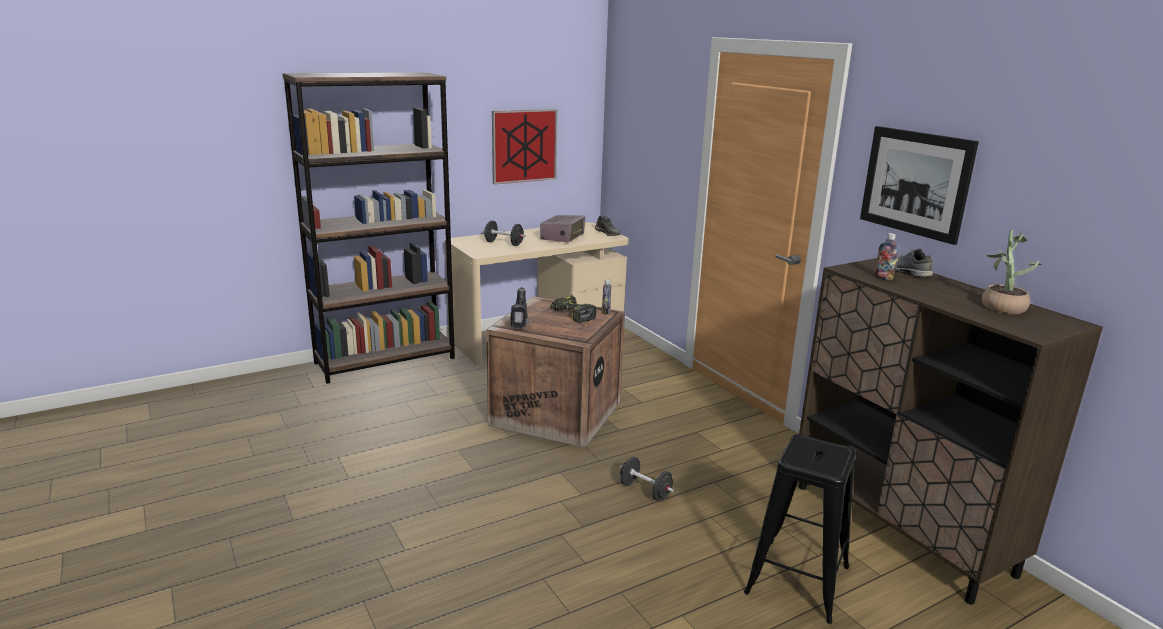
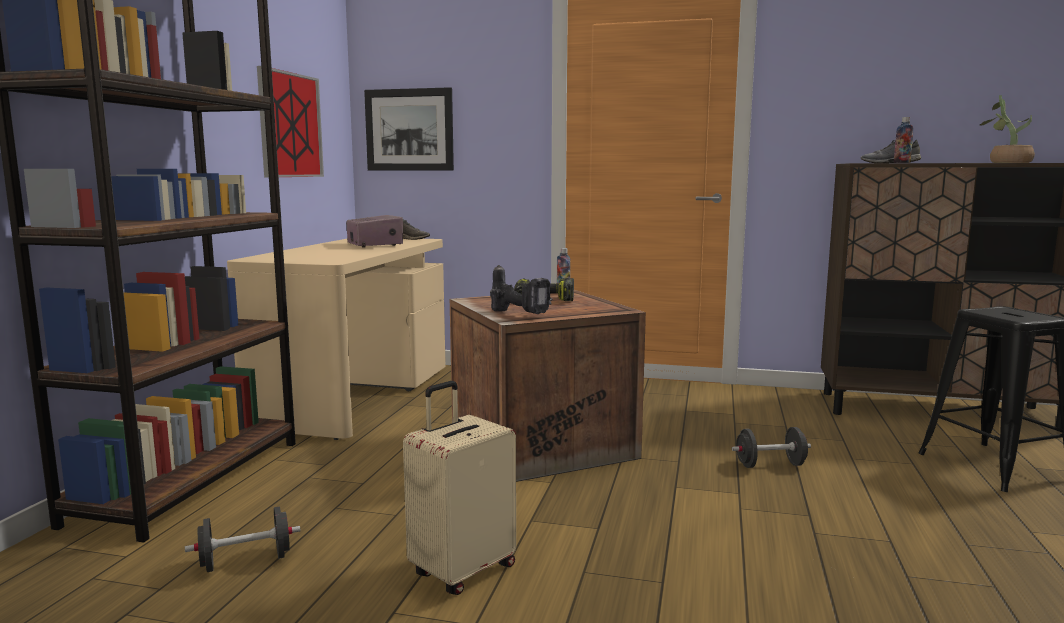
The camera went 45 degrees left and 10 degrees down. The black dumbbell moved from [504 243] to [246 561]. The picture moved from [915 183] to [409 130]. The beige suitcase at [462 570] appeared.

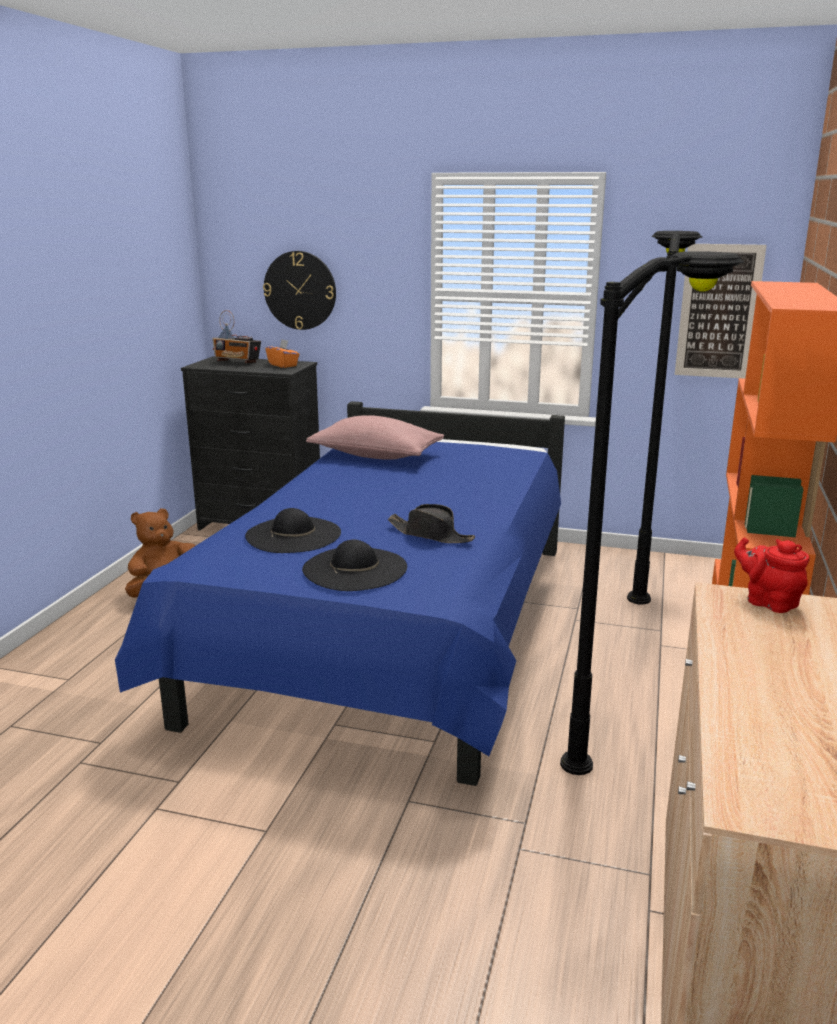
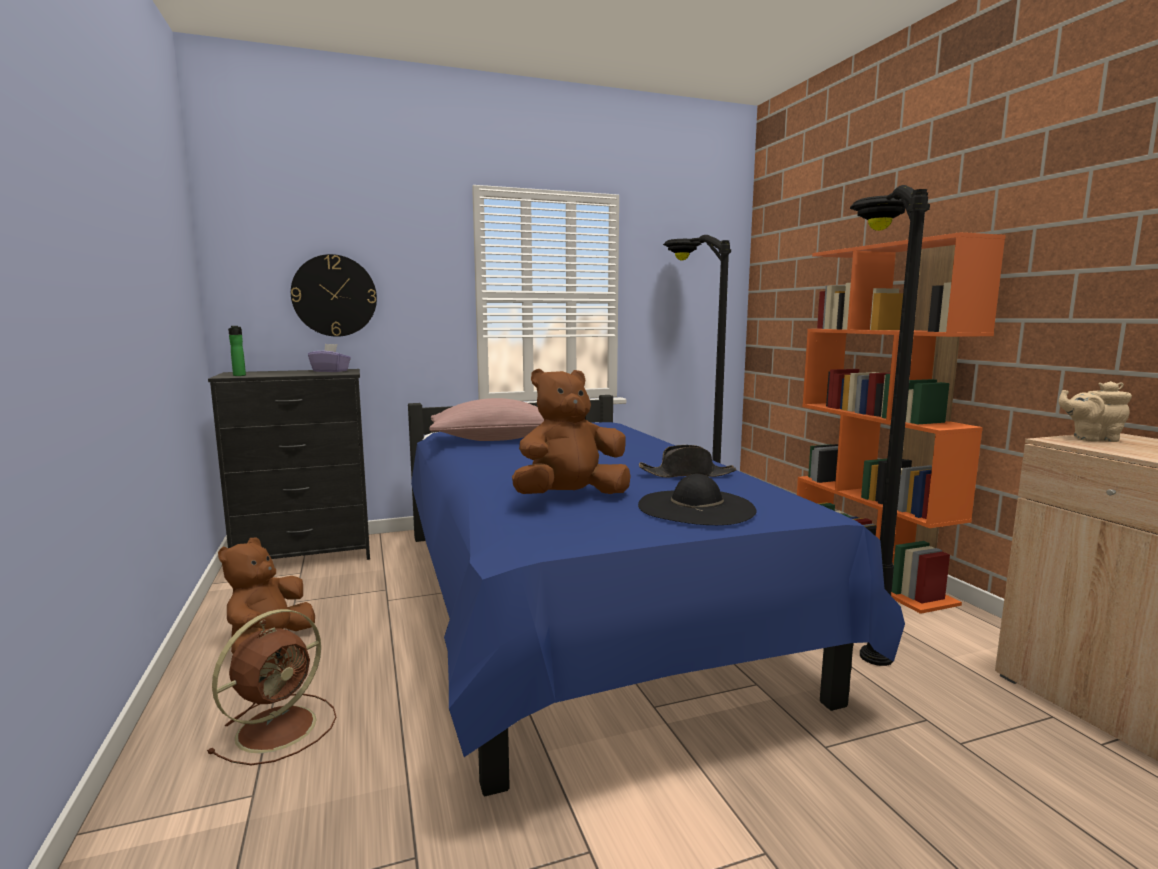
The camera went 35 degrees left and 10 degrees down. The brown fan at [279 727] appeared. The bottle at [239 375] appeared. The orange tissue box at [283 365] became the purple tissue box at [330 371]. The black hat at [293 535] was replaced by the brown plush toy at [570 497]. The red teapot at [768 602] became the beige teapot at [1091 439]. The radio at [237 362] disappeared. The picture at [718 311] disappeared.

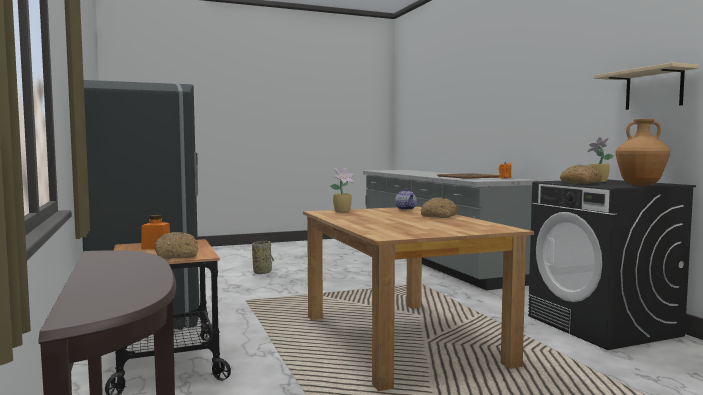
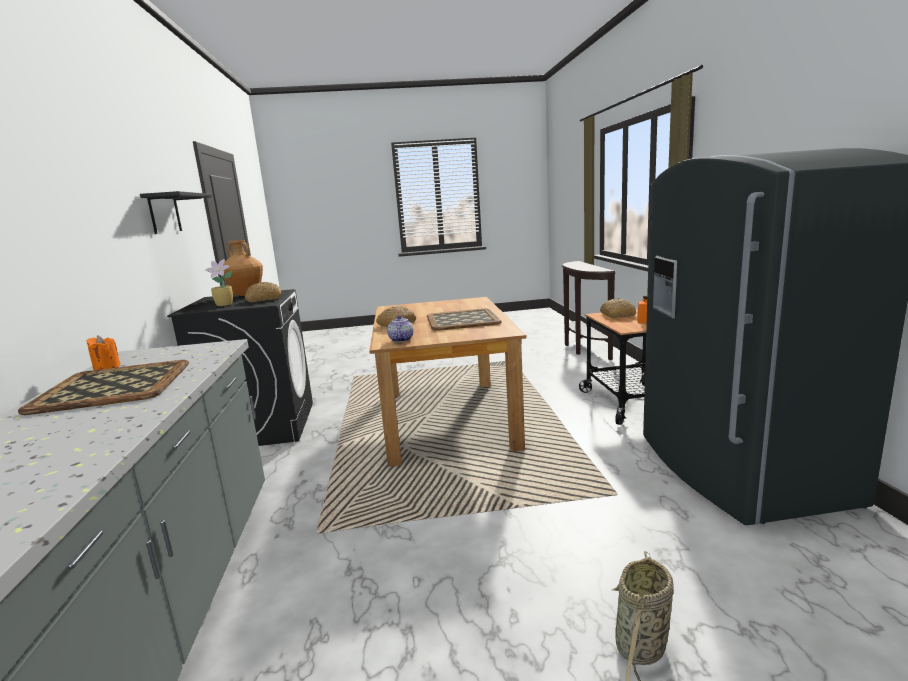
The camera went 165 degrees left and 10 degrees up. The beige shelf at [654 89] became the black shelf at [164 213]. The tray at [463 320] appeared. The potted plant at [343 211] disappeared.

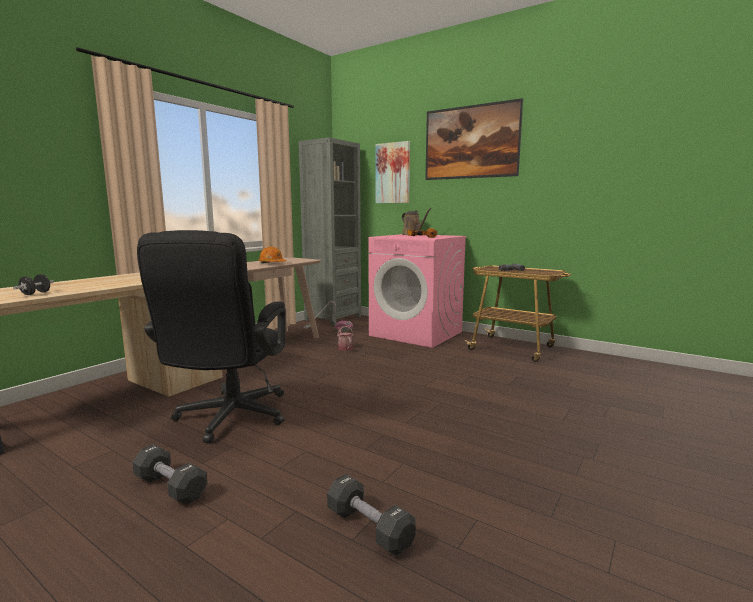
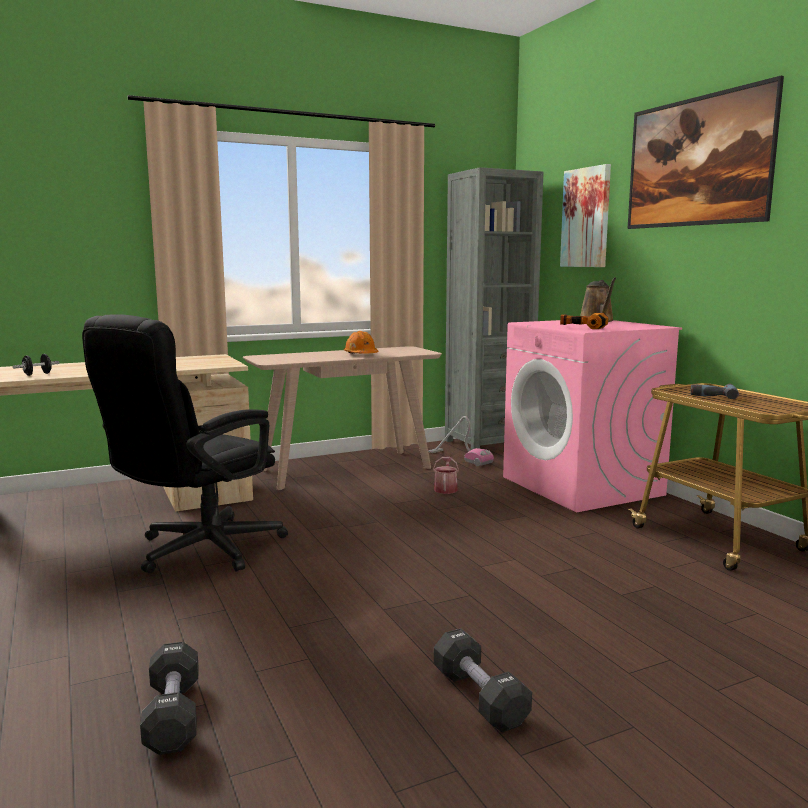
The camera went 30 degrees right and 0 degrees up. The black dumbbell moved from [170 487] to [479 697].

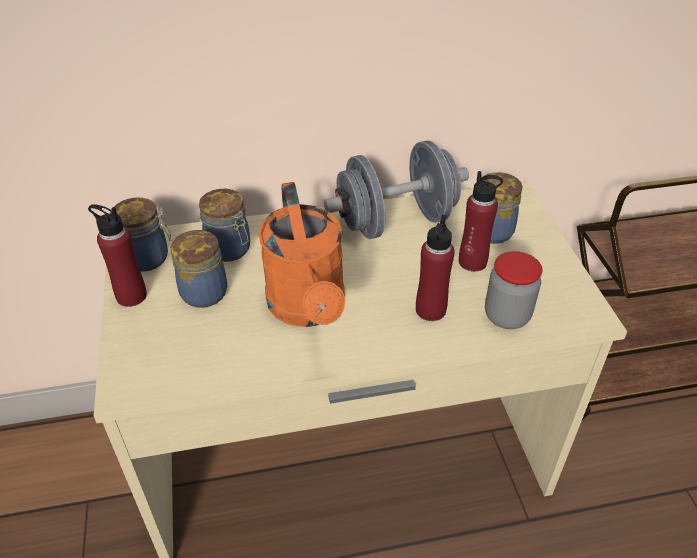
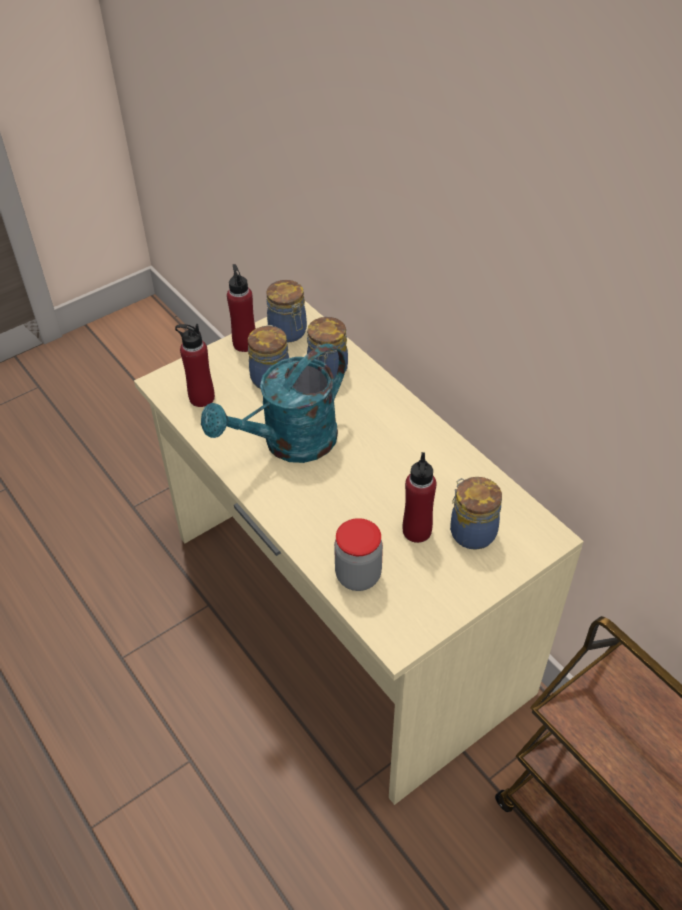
The camera went 65 degrees right and 5 degrees up. The red bottle moved from [430 310] to [201 398]. The orange watering can at [309 309] became the turquoise watering can at [289 444]. The grey dumbbell at [396 222] disappeared.

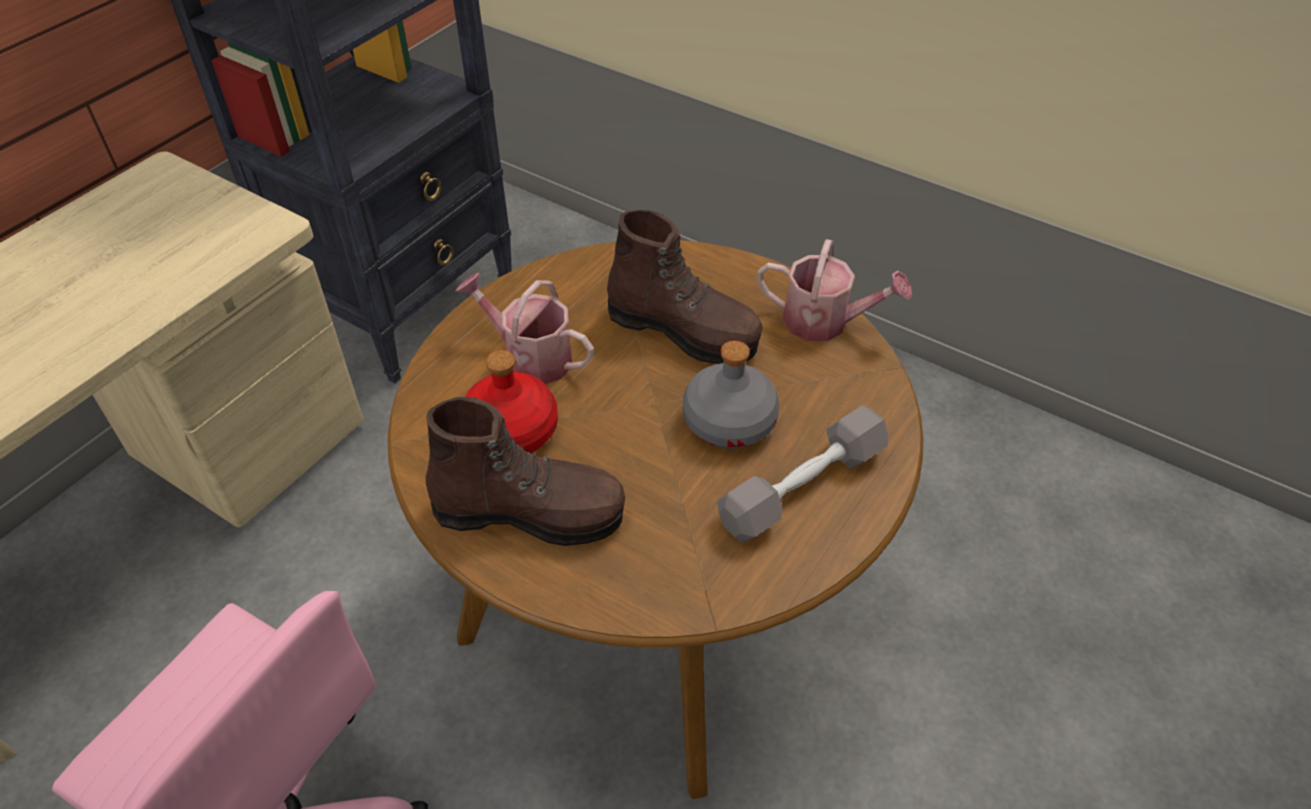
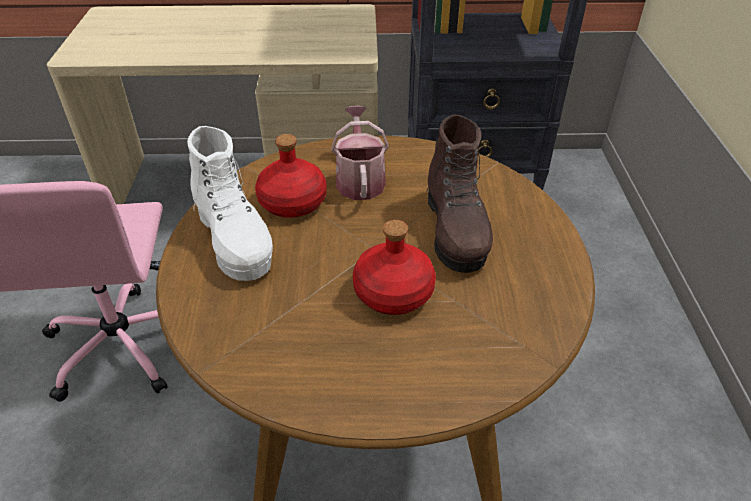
The camera went 55 degrees right and 5 degrees down. The brown boot at [530 512] became the white boot at [235 240]. The grey bottle at [730 422] became the red bottle at [393 293]. The grey dumbbell at [802 488] disappeared. The watering can at [825 322] disappeared.

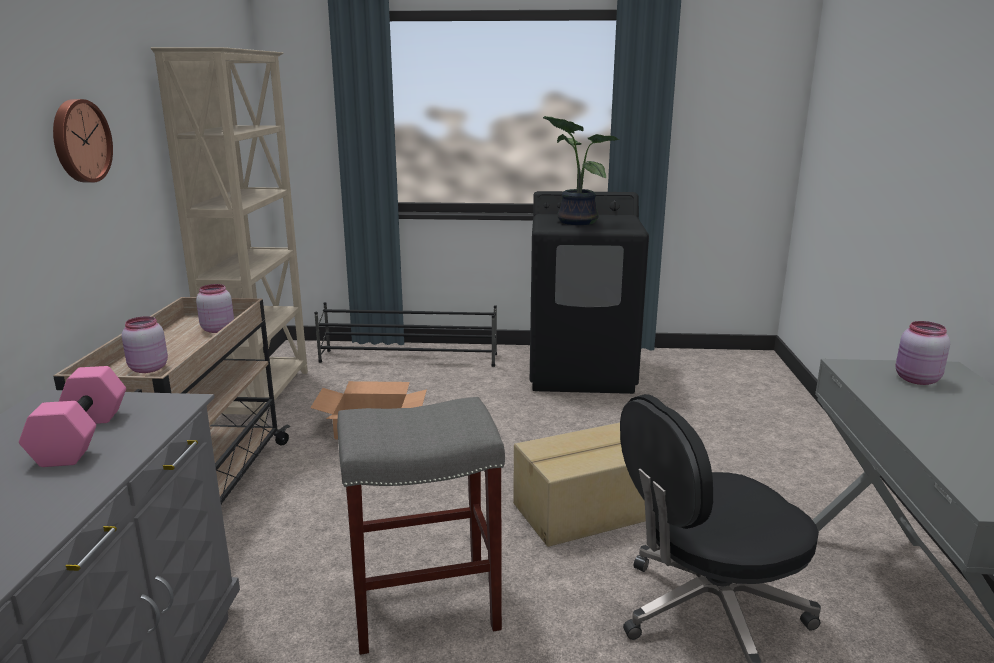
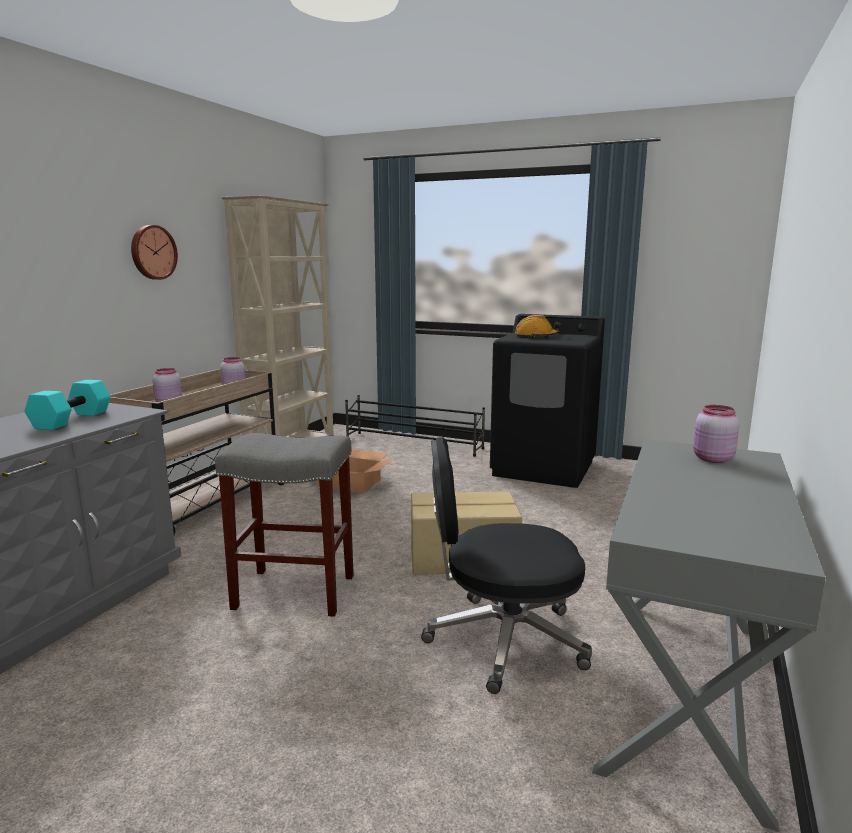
The camera went 20 degrees right and 5 degrees down. The pink dumbbell at [83 437] became the turquoise dumbbell at [72 420]. The potted plant at [574 222] was replaced by the orange hard hat at [536 336].

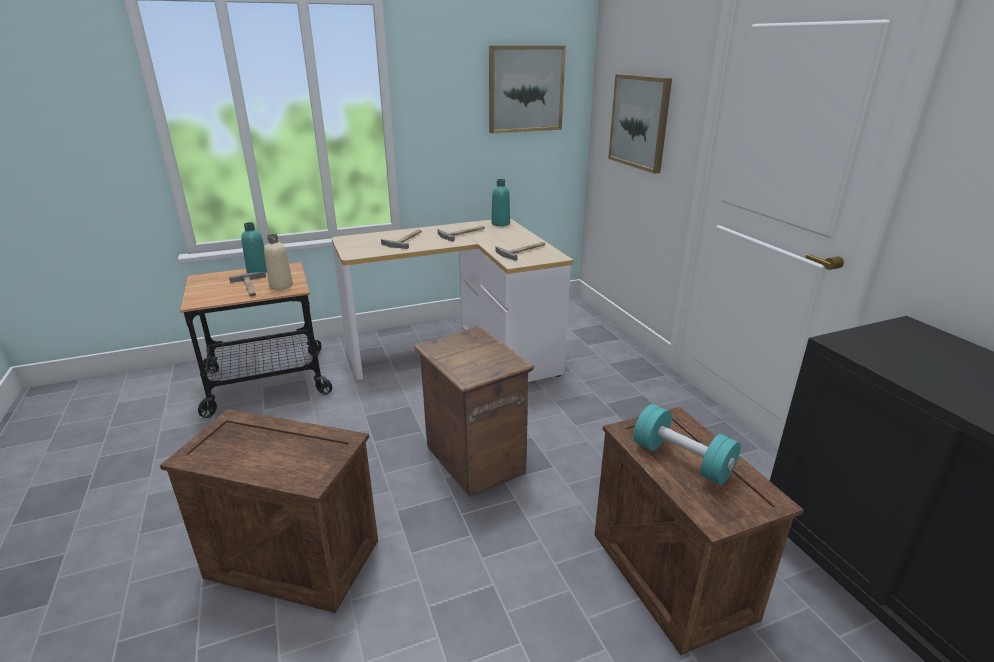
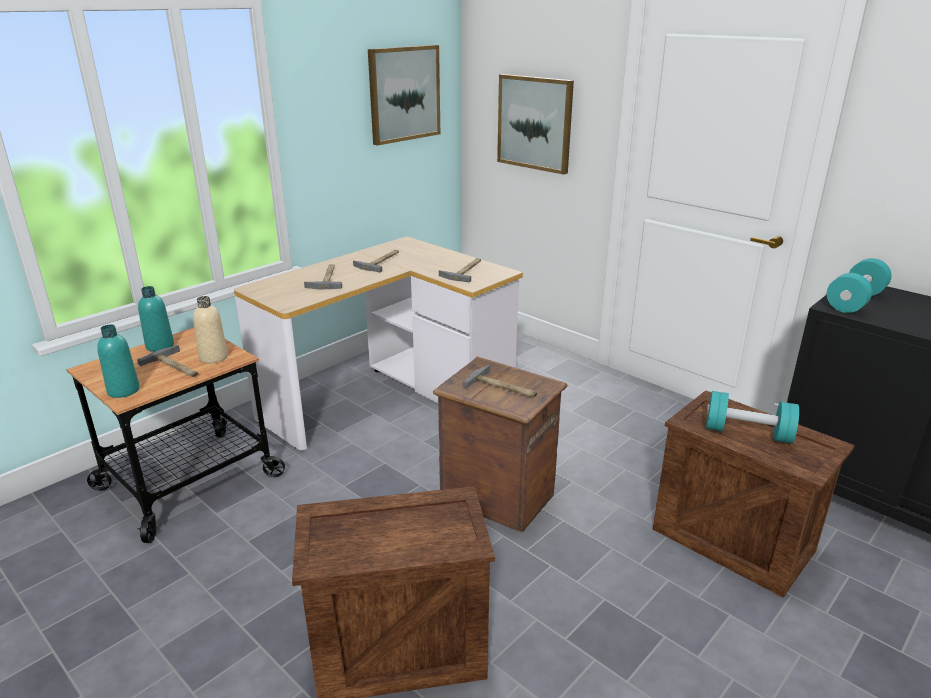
The camera went 25 degrees left and 0 degrees up. The turquoise bottle moved from [500 223] to [123 390]. The hammer at [503 387] appeared. The turquoise dumbbell at [855 301] appeared.

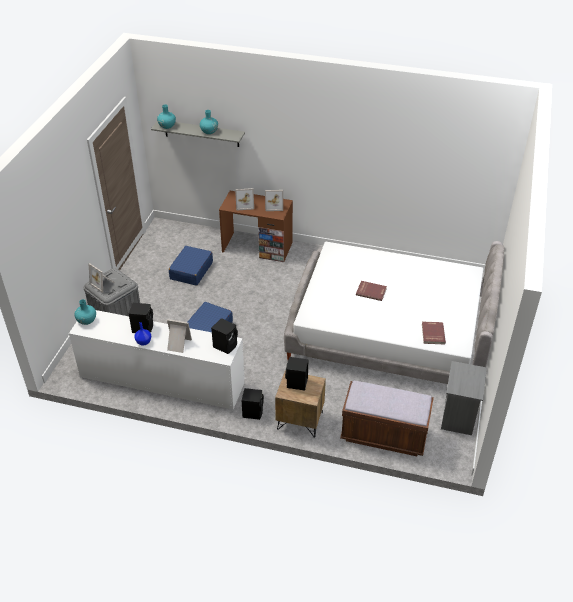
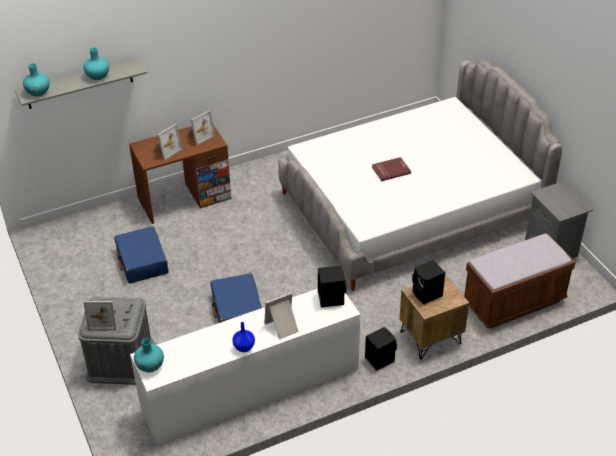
The camera went 40 degrees left and 0 degrees up. The black speaker at [143 327] disappeared. The red book at [432 334] disappeared.

